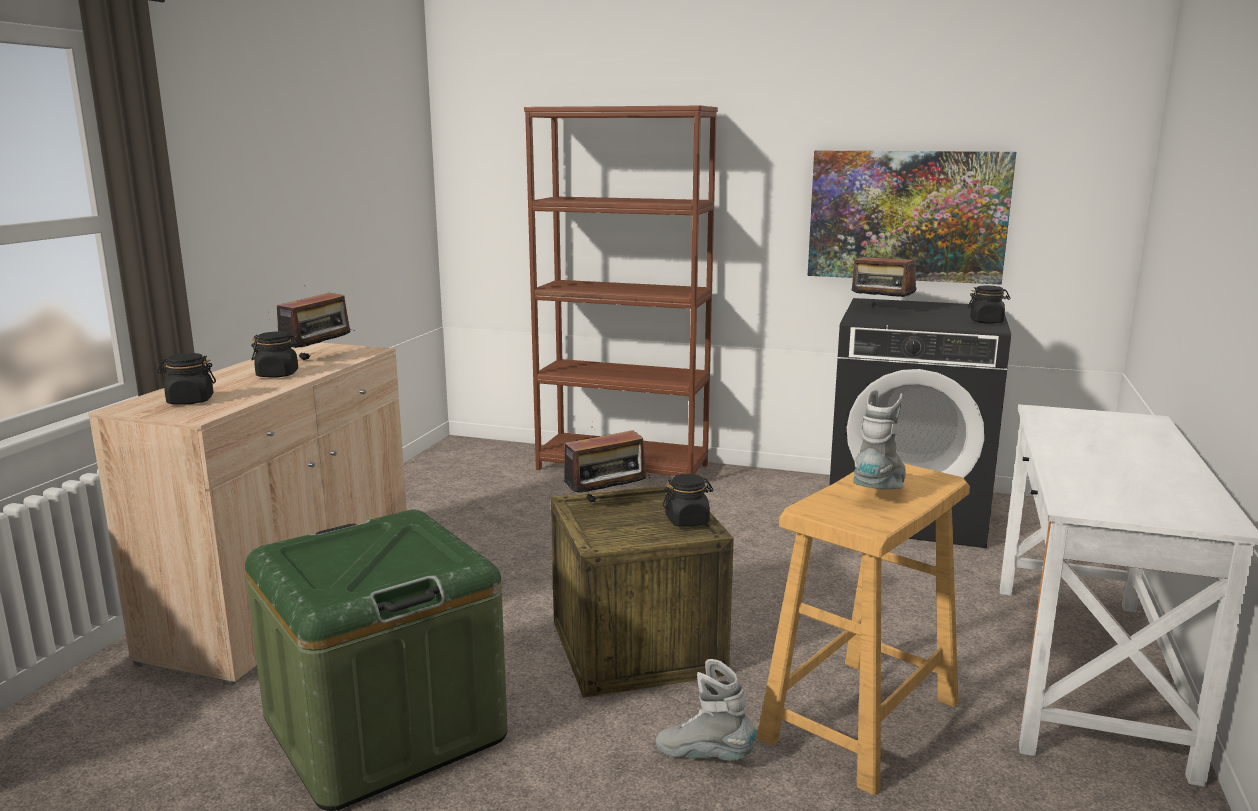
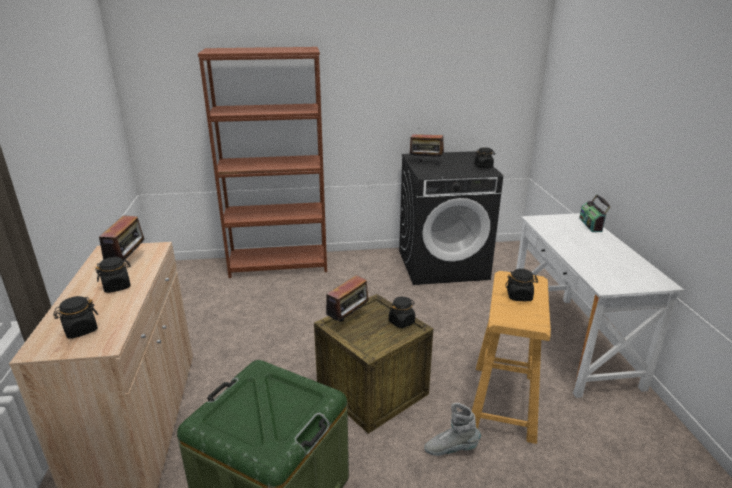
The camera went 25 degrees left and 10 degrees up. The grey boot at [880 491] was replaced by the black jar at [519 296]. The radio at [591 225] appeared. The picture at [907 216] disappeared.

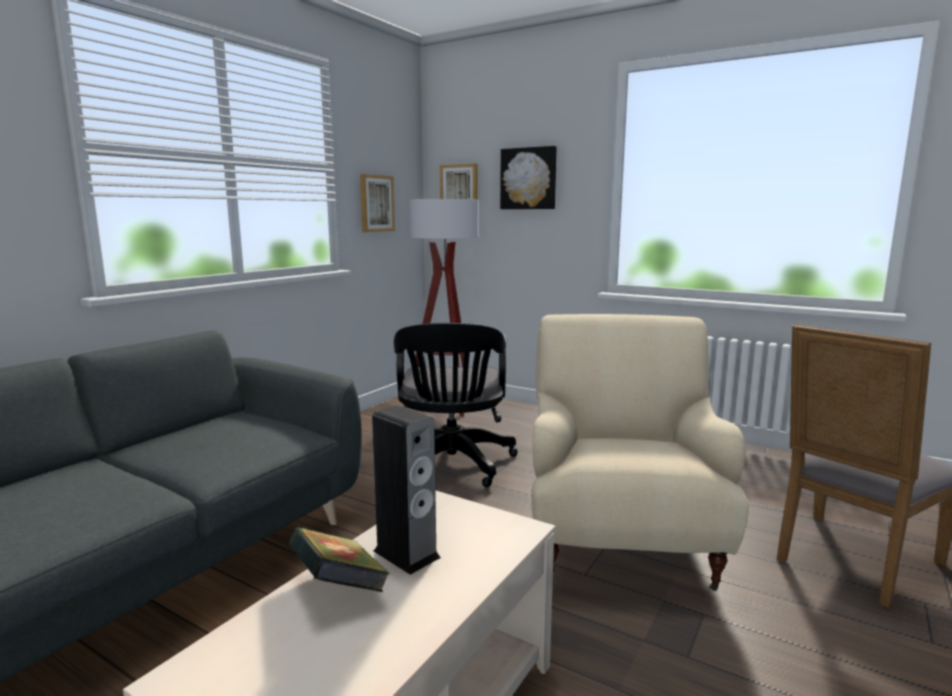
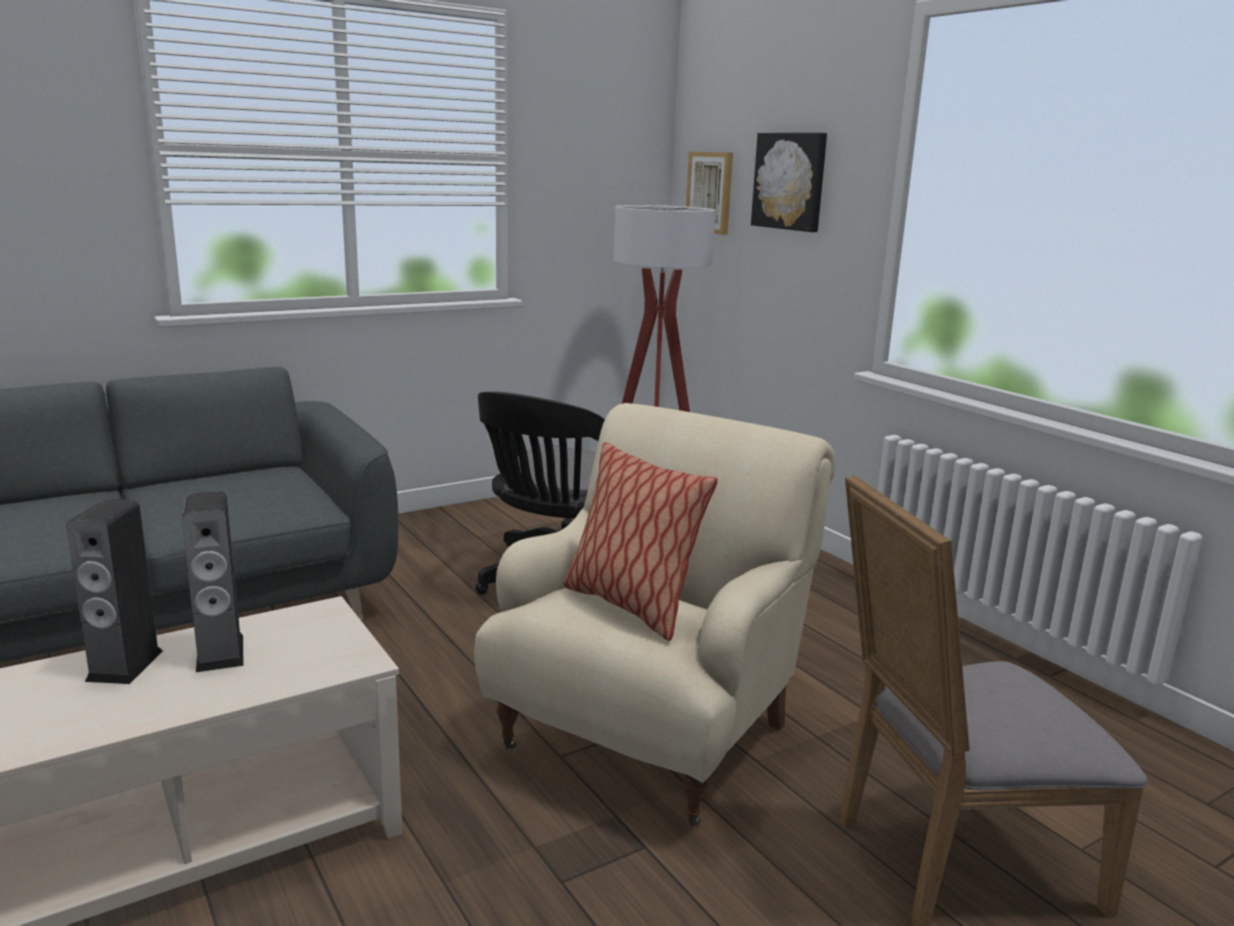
The camera went 25 degrees right and 5 degrees up. The book at [339 588] was replaced by the speaker at [125 665]. The pillow at [630 606] appeared. The picture at [376 203] disappeared.

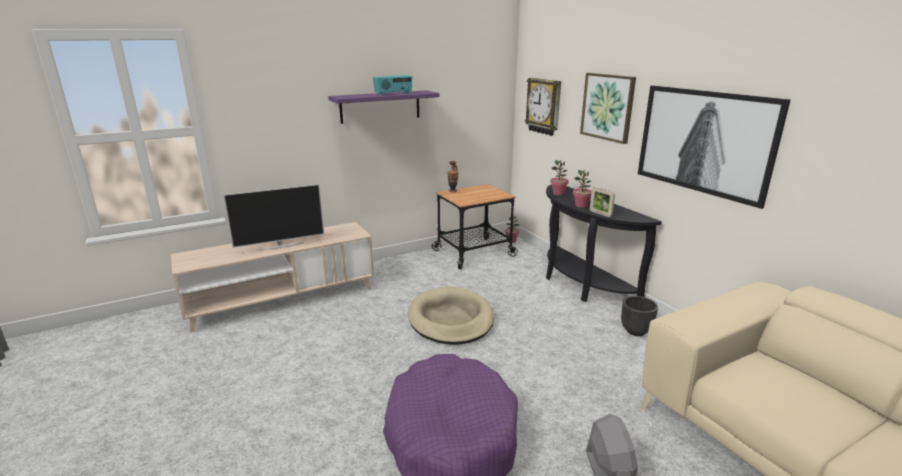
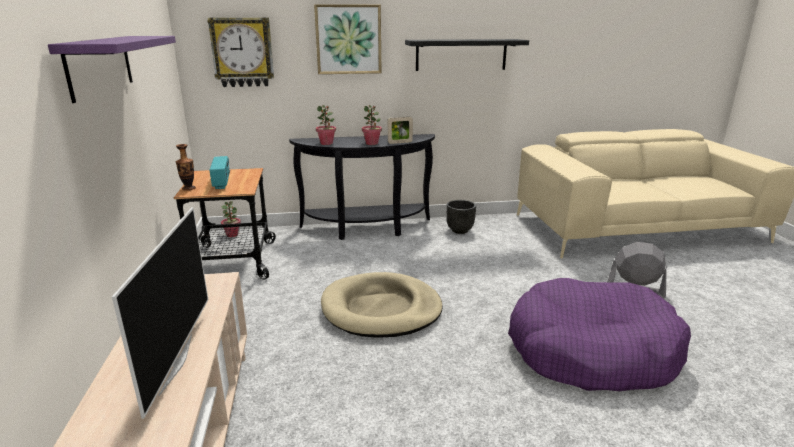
The camera went 70 degrees left and 0 degrees up. The radio moved from [393 94] to [222 183]. The picture at [705 141] was replaced by the black shelf at [461 54].

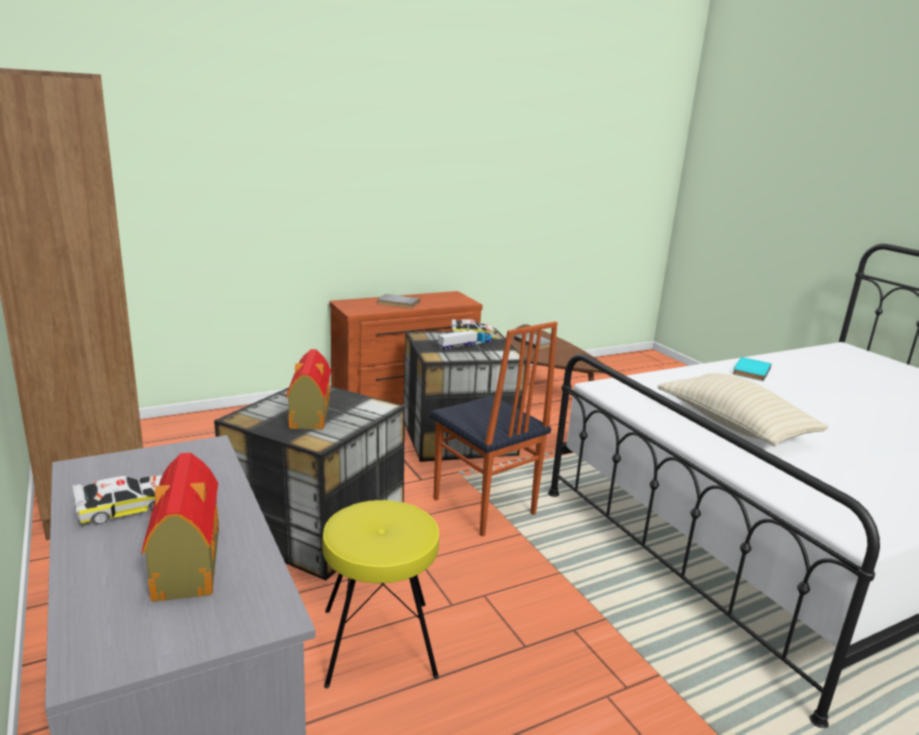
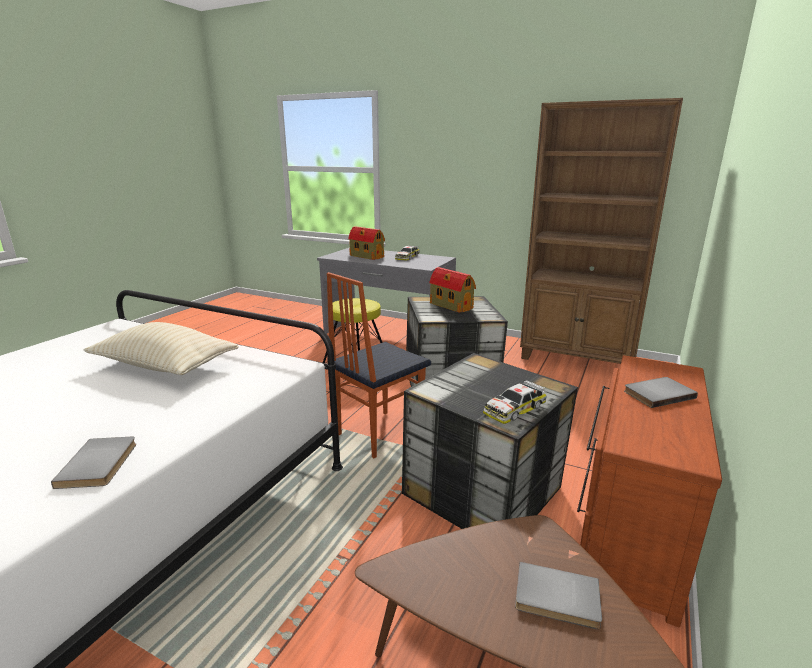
The camera went 145 degrees right and 0 degrees up. The turquoise book at [749 370] became the grey book at [101 464]. The chair at [483 507] turned 60 degrees counterclockwise. The toy truck at [465 345] disappeared.

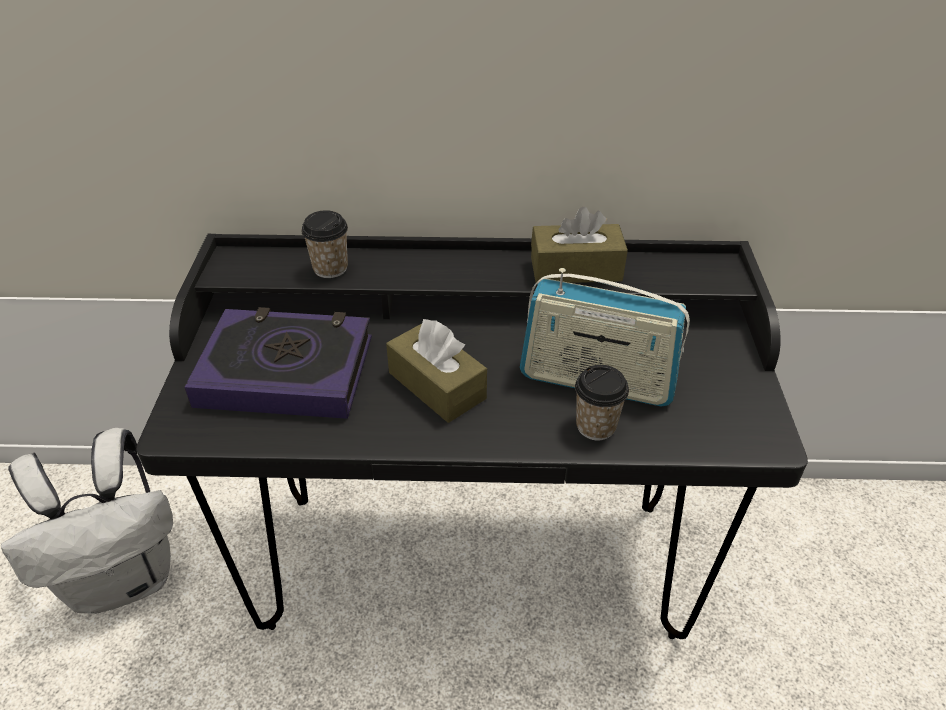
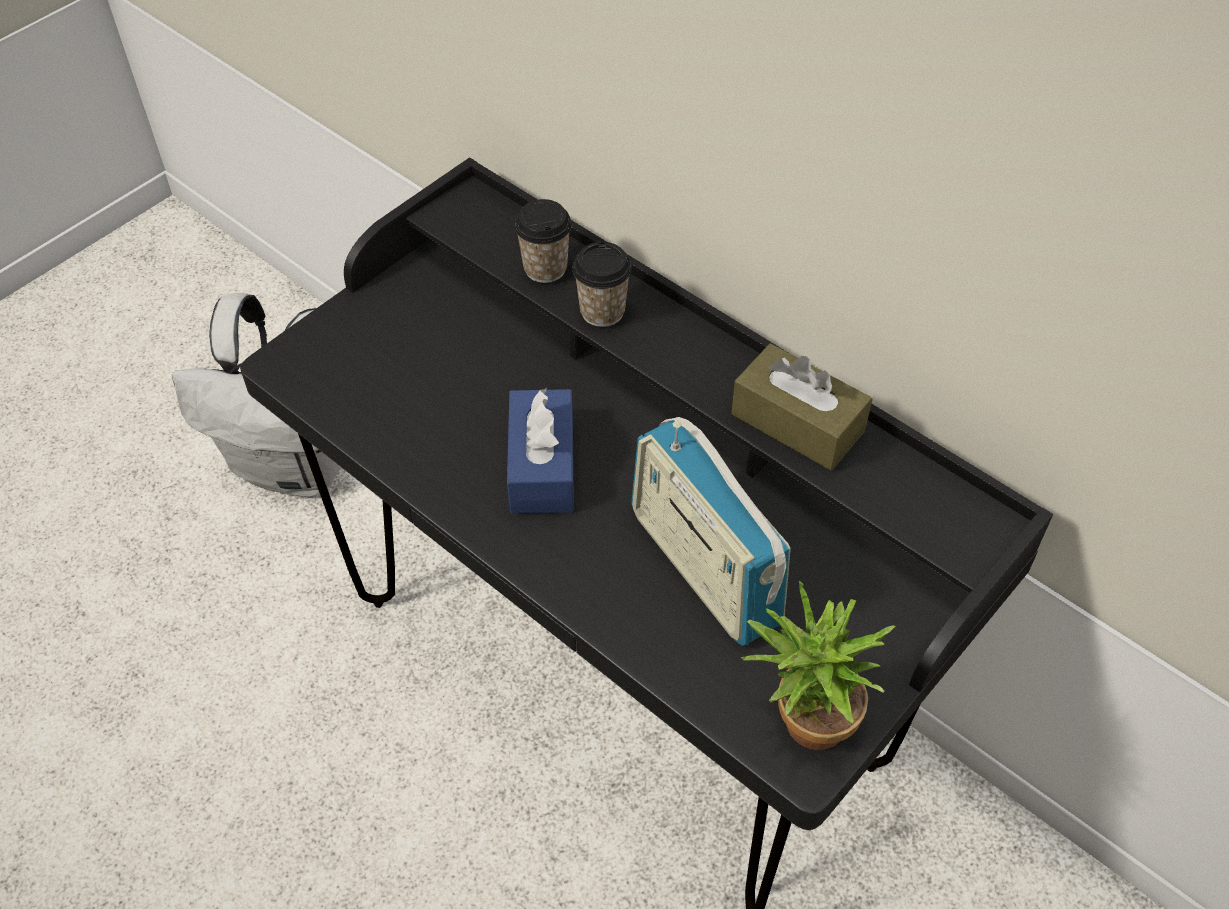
The camera went 40 degrees right and 10 degrees up. The brown tissue box at [437 385] became the blue tissue box at [542 466]. The cup moved from [595 426] to [602 311]. The potted plant at [802 724] appeared. The book at [286 371] disappeared.

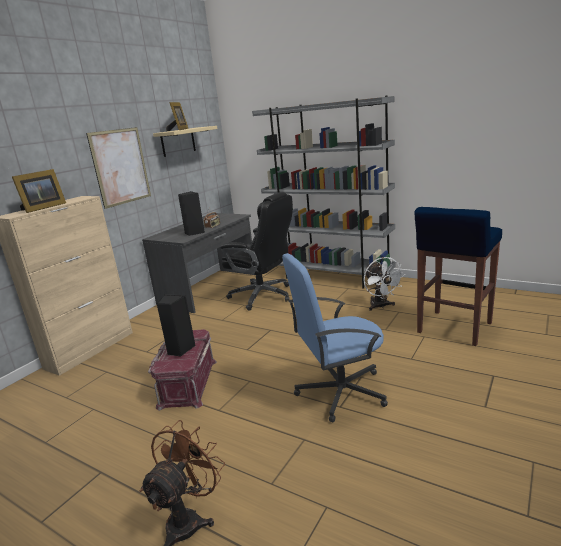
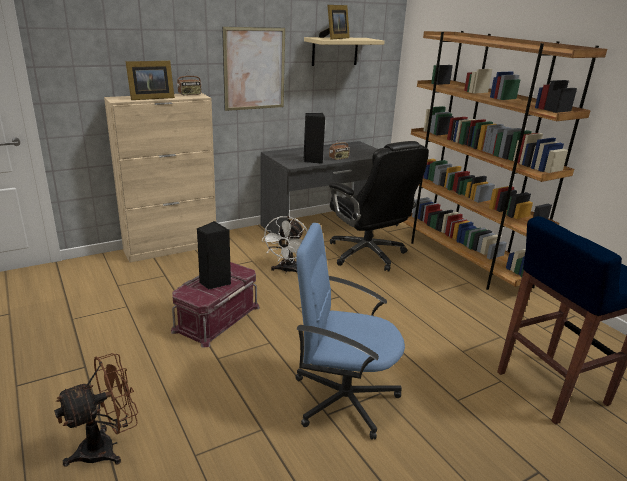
The camera went 25 degrees right and 5 degrees up. The radio at [190 94] appeared. The white fan moved from [381 306] to [287 270]. The grey bookcase at [331 277] became the brown bookcase at [462 260].

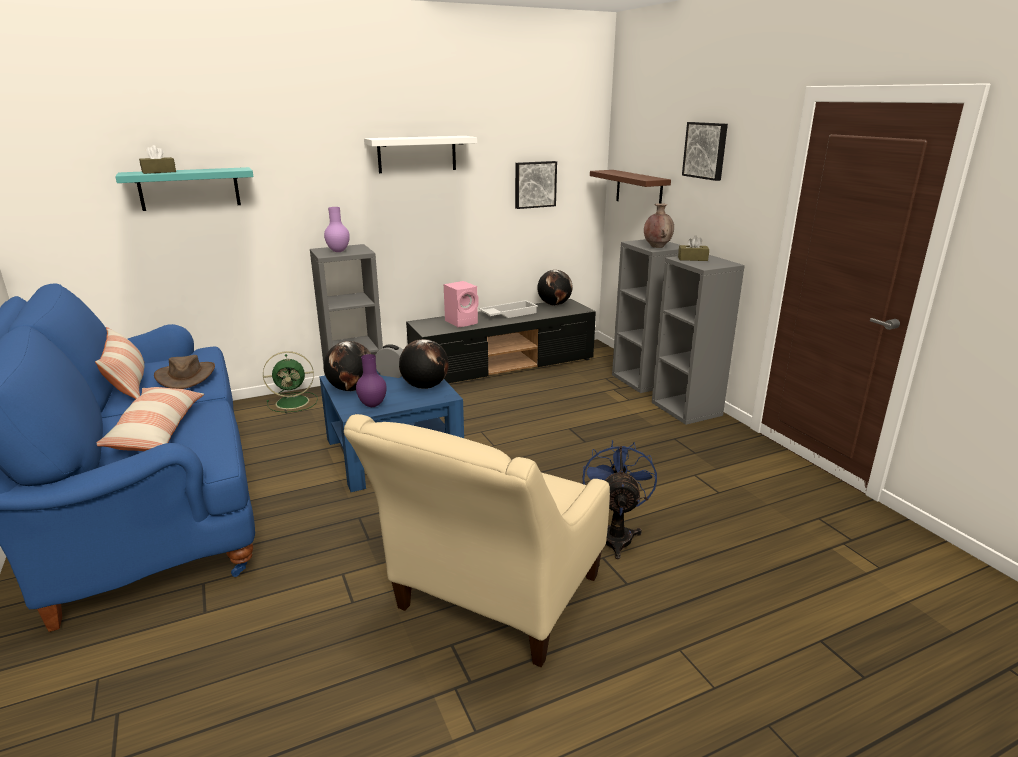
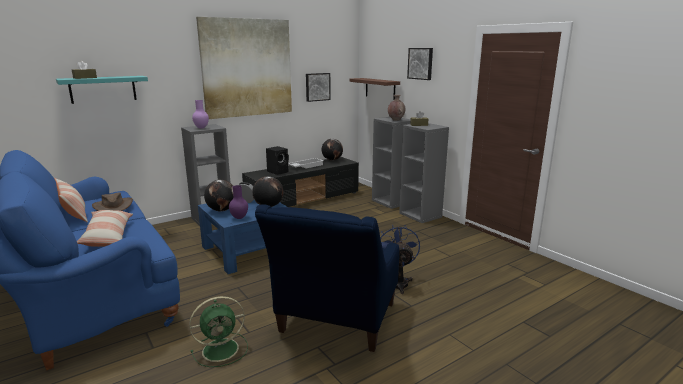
The camera went 10 degrees left and 5 degrees down. The green fan moved from [294 402] to [222 349]. The white shelf at [417 154] was replaced by the picture at [247 68]. The beige armchair at [491 601] became the blue armchair at [335 322]. The pink speaker at [462 322] became the black speaker at [278 172].

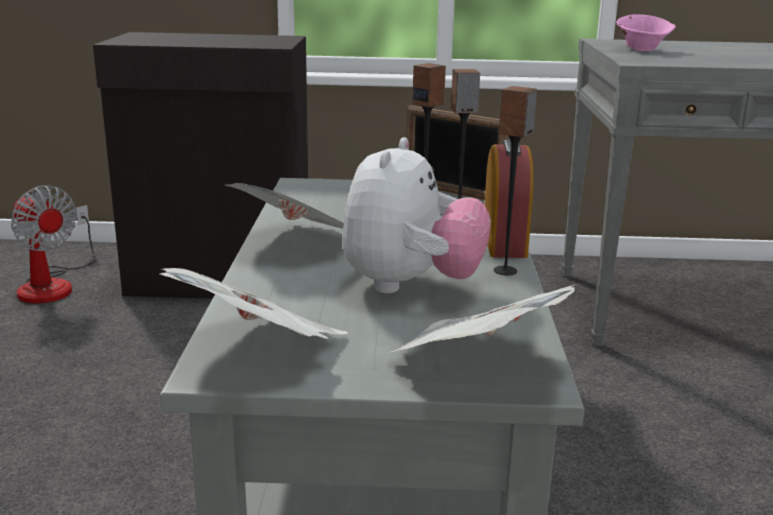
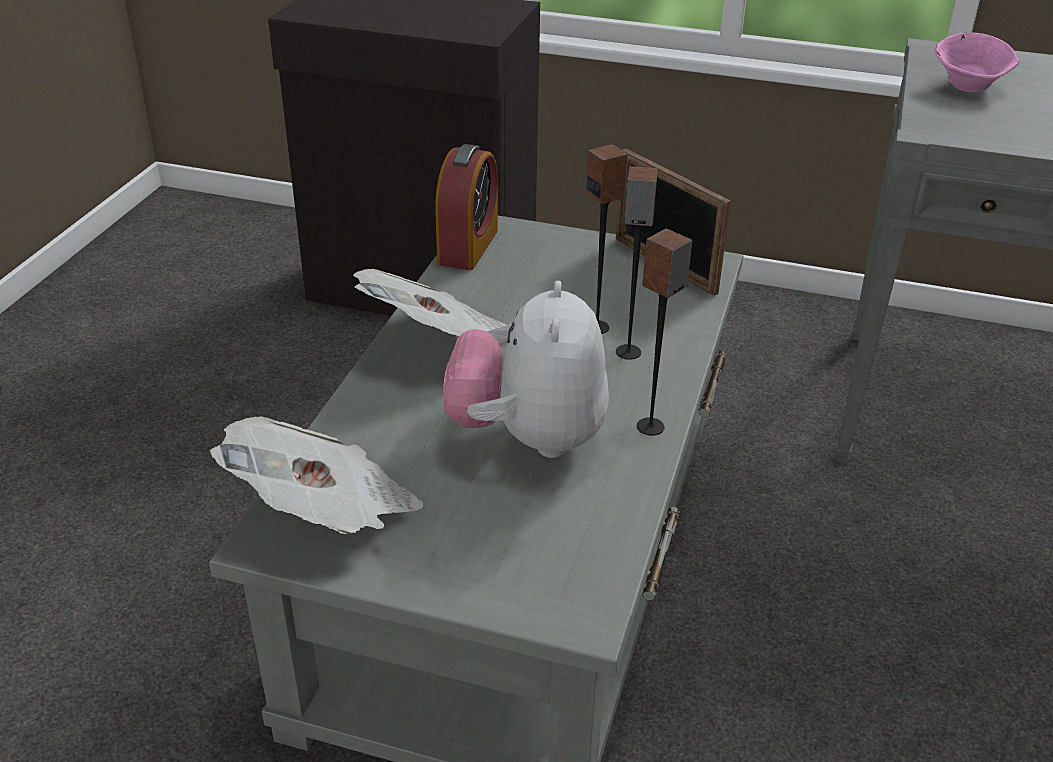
The camera went 15 degrees right and 15 degrees up. The alarm clock moved from [504 242] to [468 247]. The plush toy at [411 286] turned 150 degrees clockwise. The fan at [53 284] disappeared. The newspaper at [478 363] disappeared.

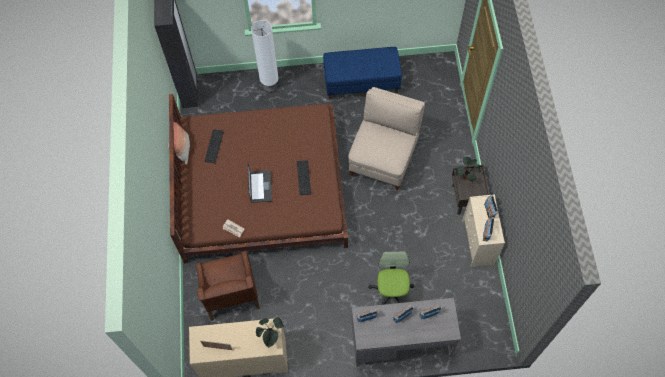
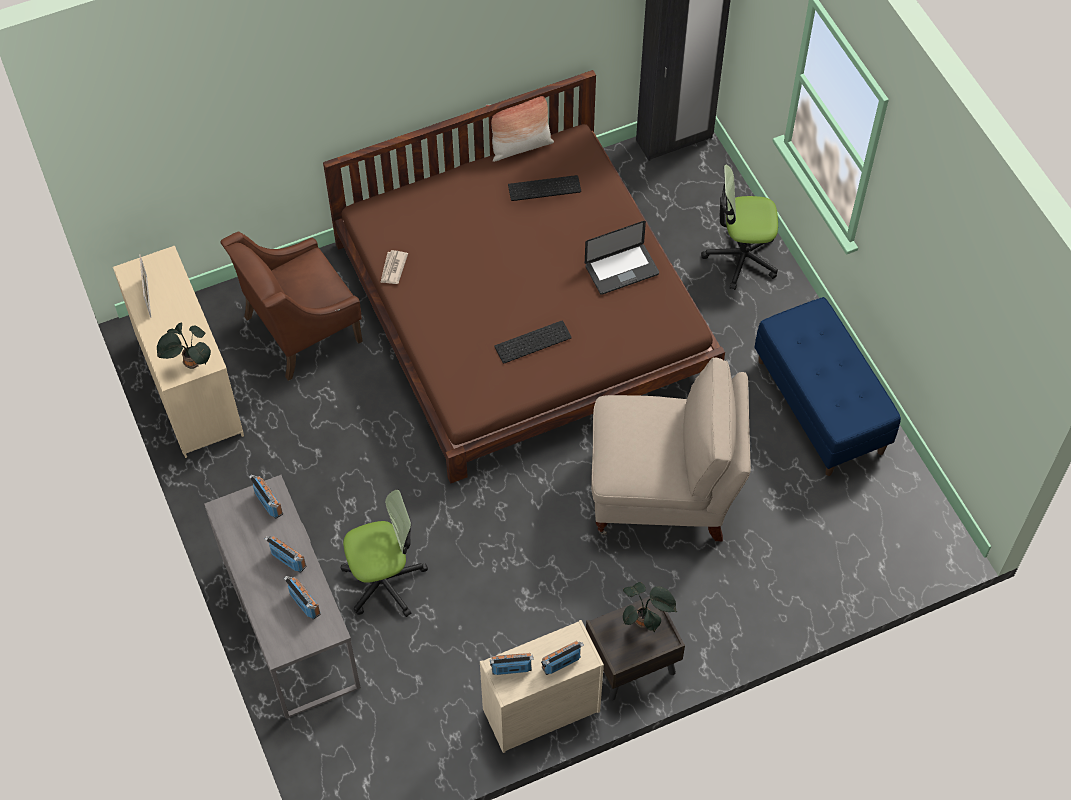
The camera went 70 degrees right and 5 degrees down. The laptop moved from [260 187] to [621 270]. The white floor lamp at [270 87] was replaced by the office chair at [741 257].

